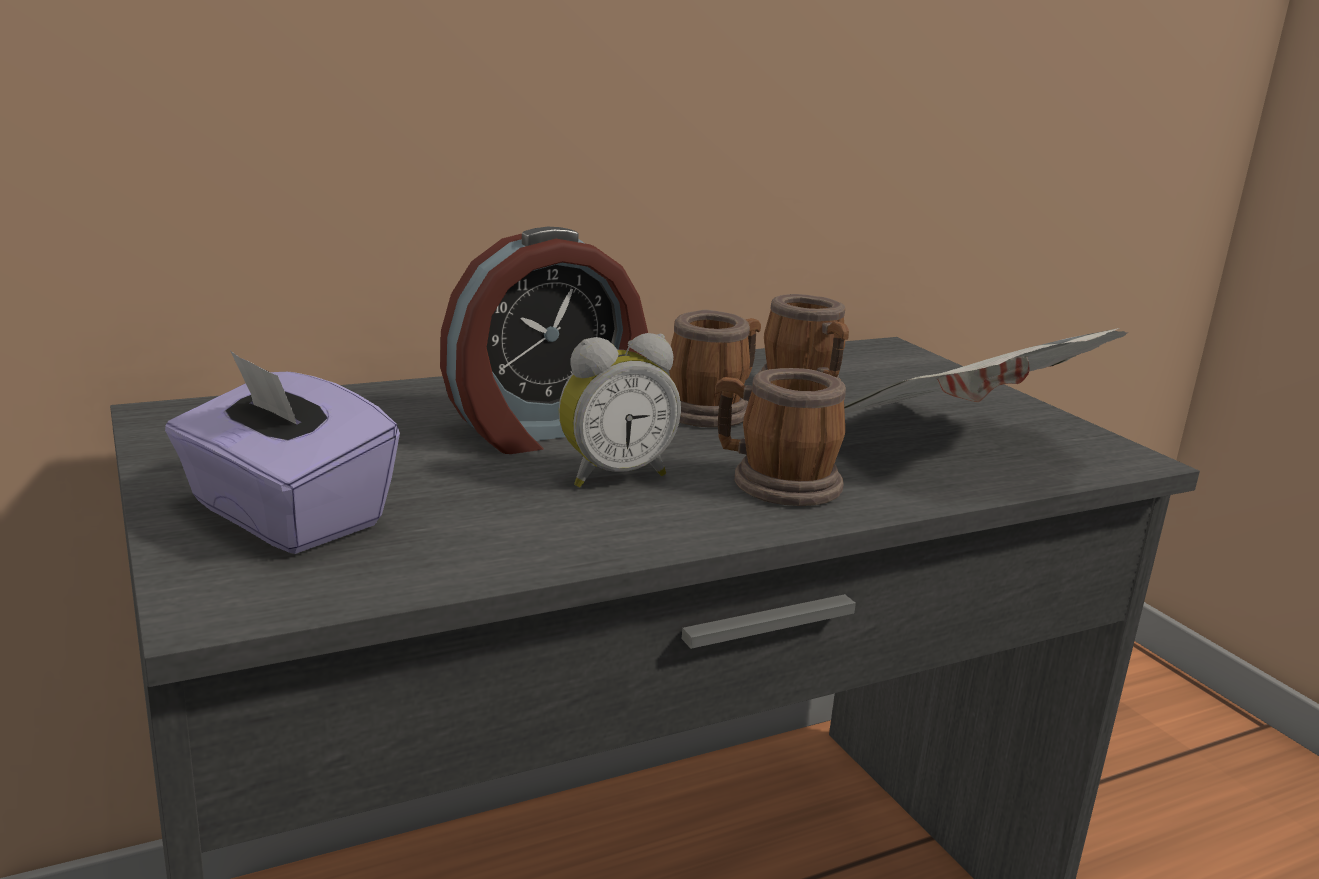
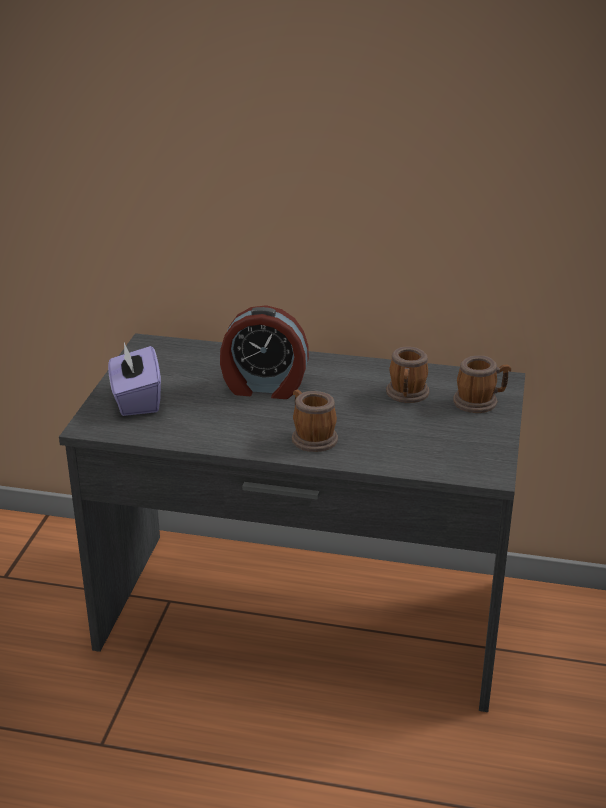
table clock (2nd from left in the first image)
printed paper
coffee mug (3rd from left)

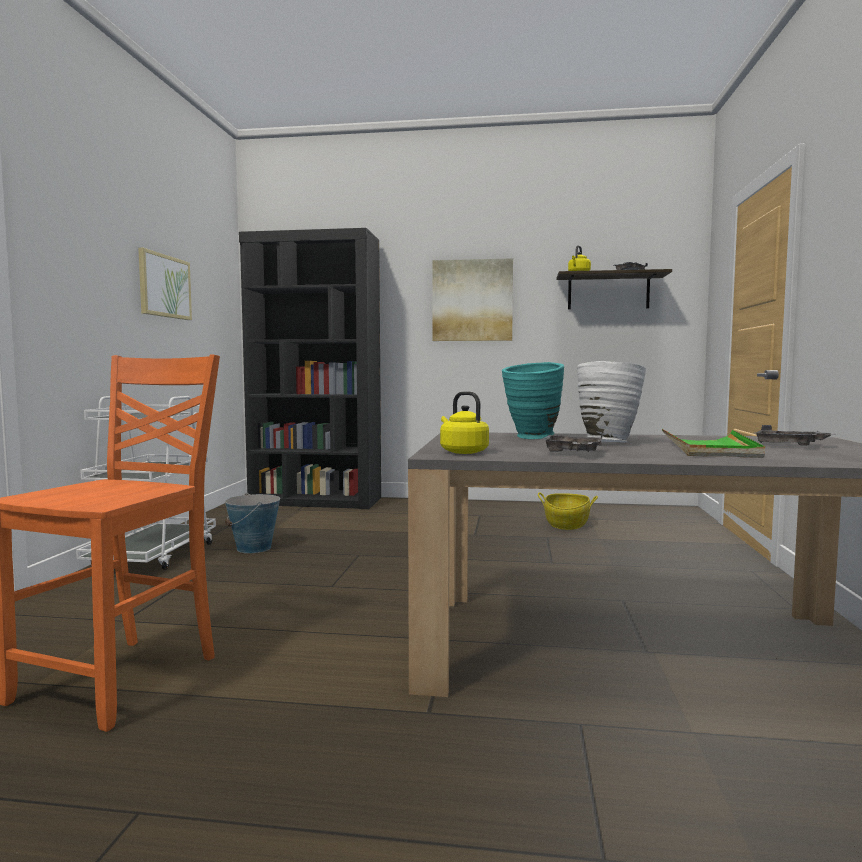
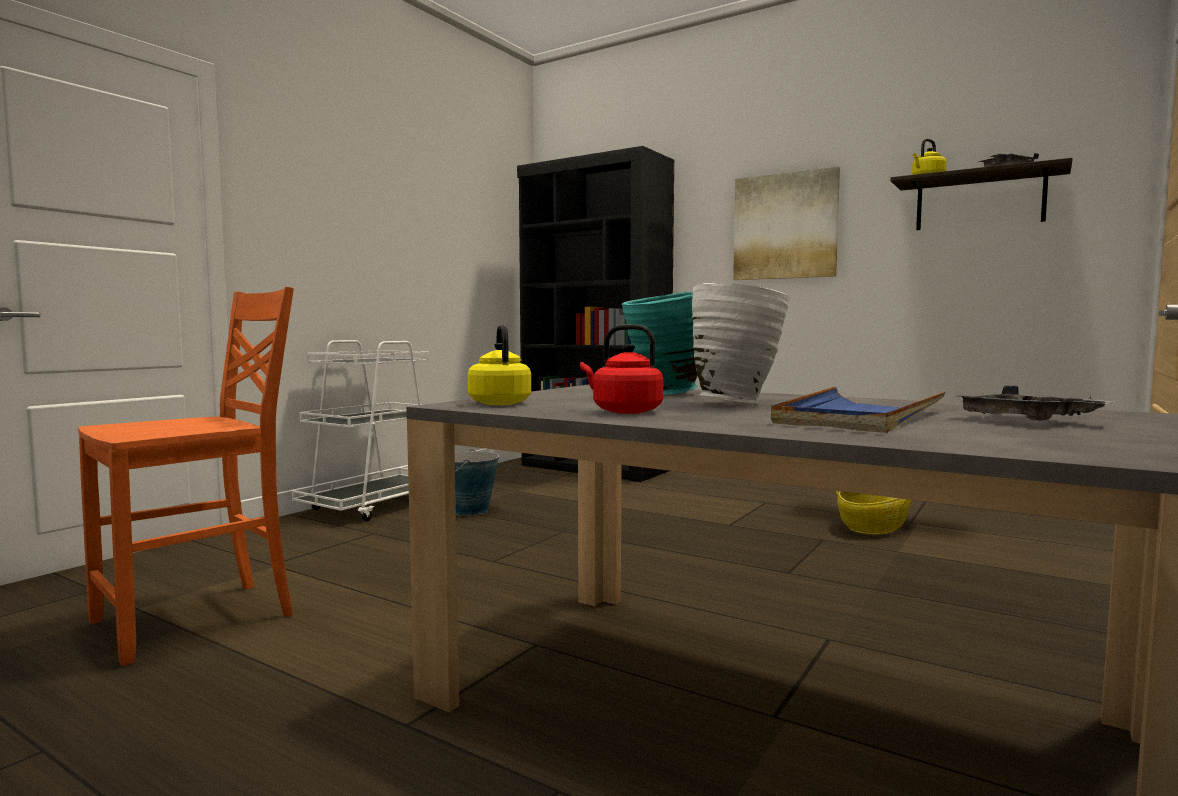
picture (1st from left in the first image)
water kettle (red-coloured)
serving tray (bluish)

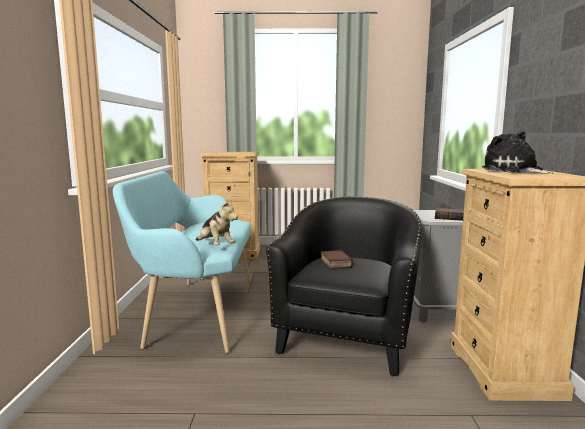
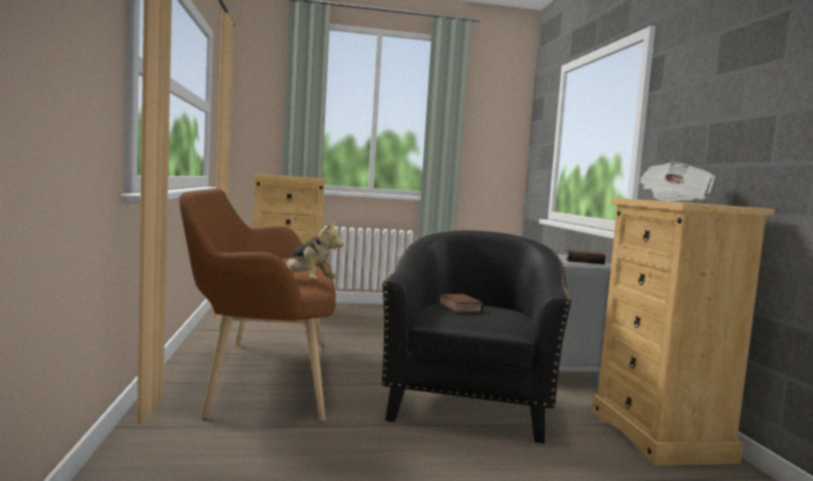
printed paper
long seat (brown-coloured)

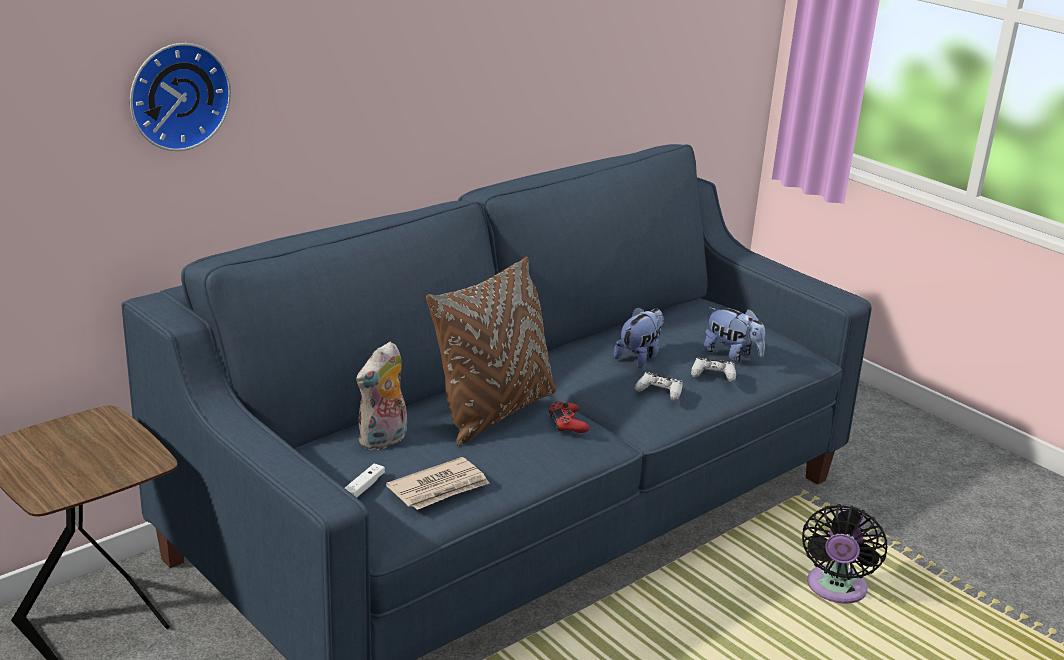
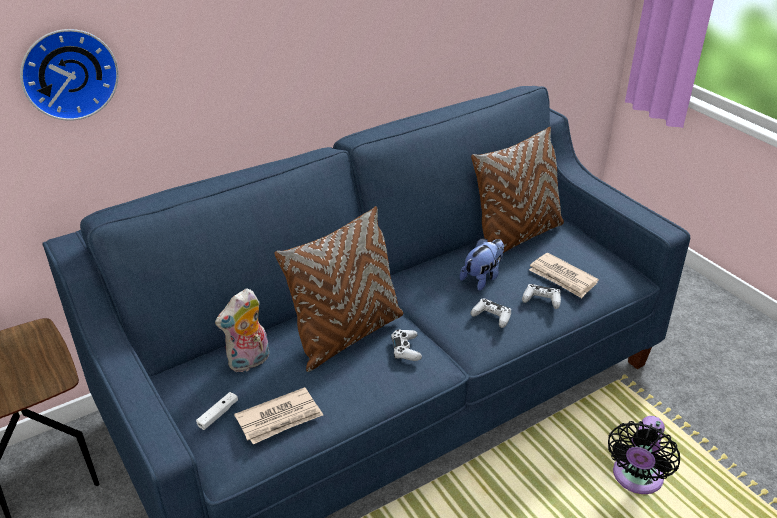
cushion (brown-coloured) (2nd from left)
printed paper (2nd from left)
gamepad (white) (2nd from left)

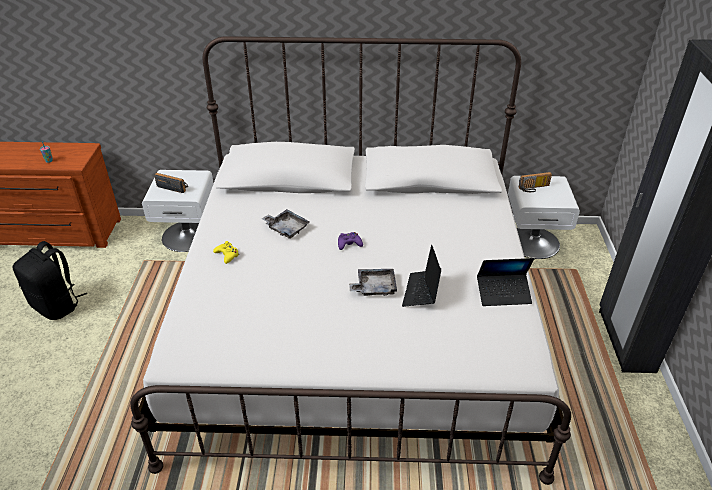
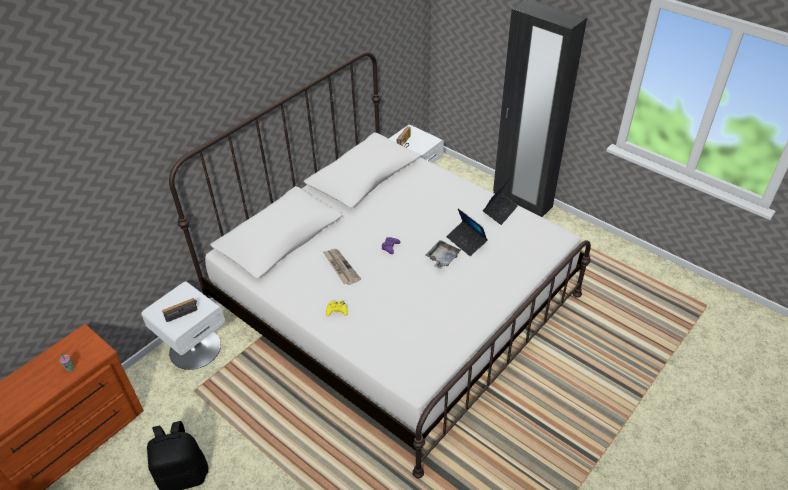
printed paper

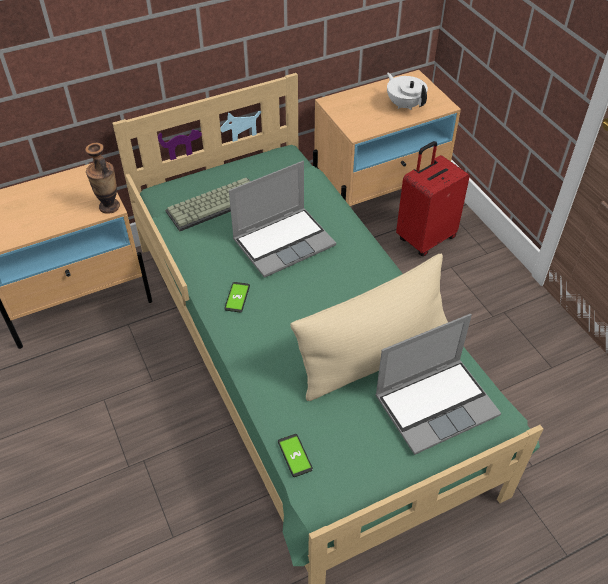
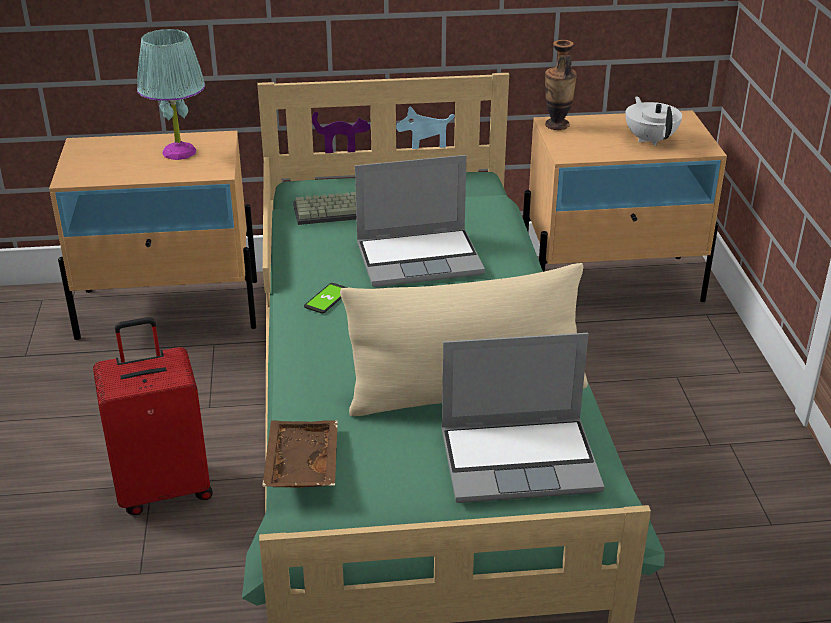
lamp for a table (turquoise-coloured)
decorative vase
travel case (red-coloured)
serving tray (brown-coloured)

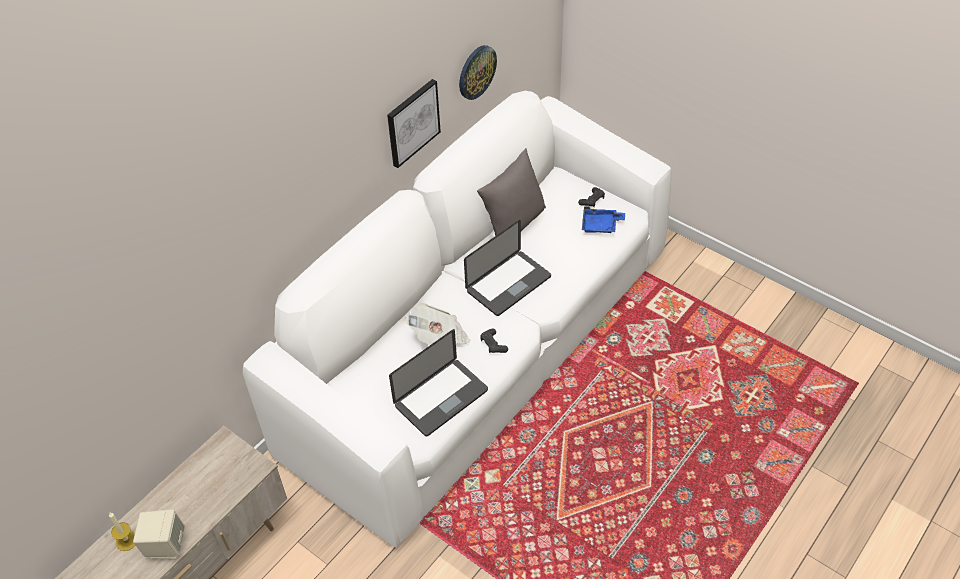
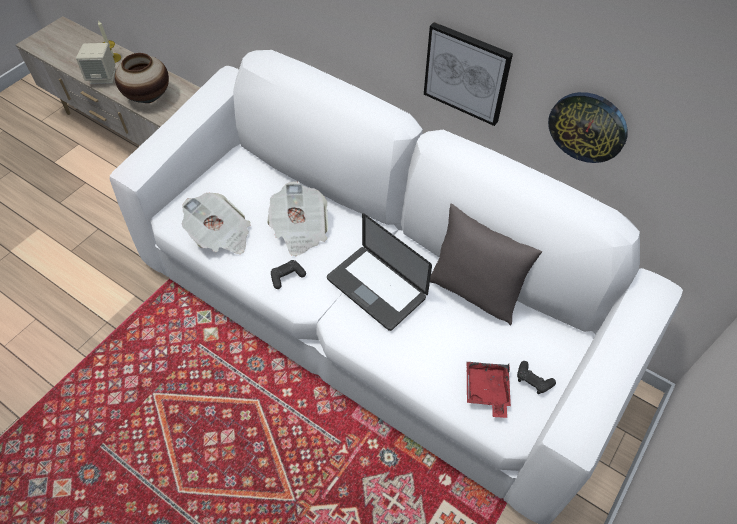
decorative vase
printed paper (1st from left)
serving tray (red-coloured)

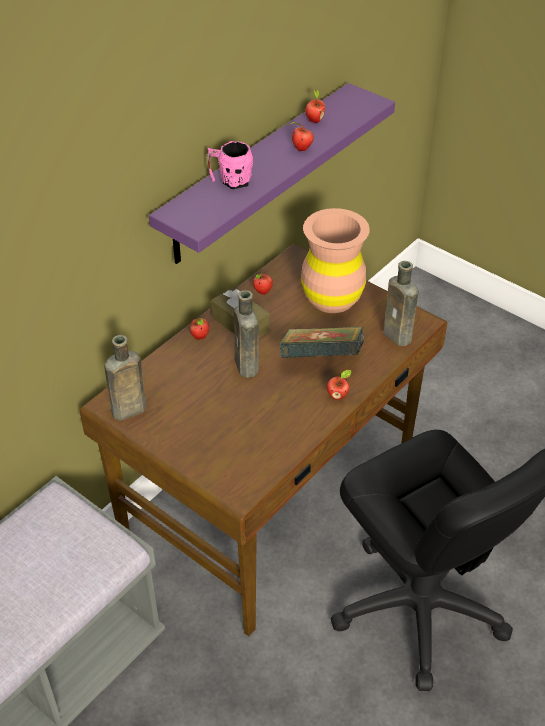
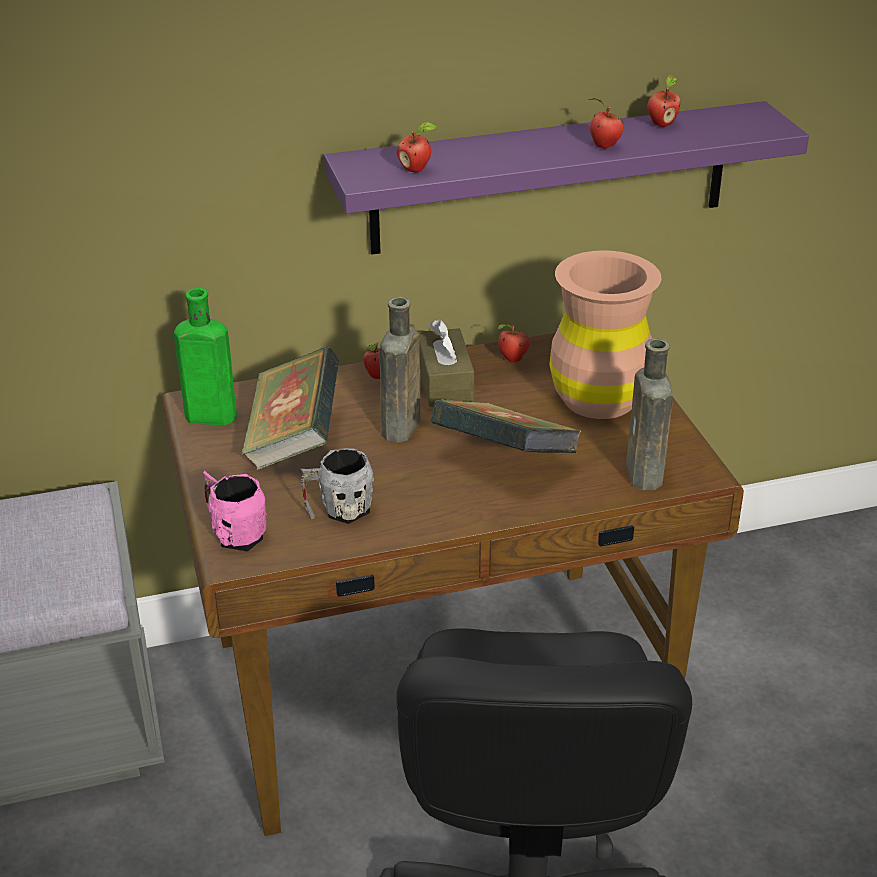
volume (1st from left)
coffee mug (grey)
coffee mug (pink-coloured)
apple fruit (2nd from left)
bottle (green)

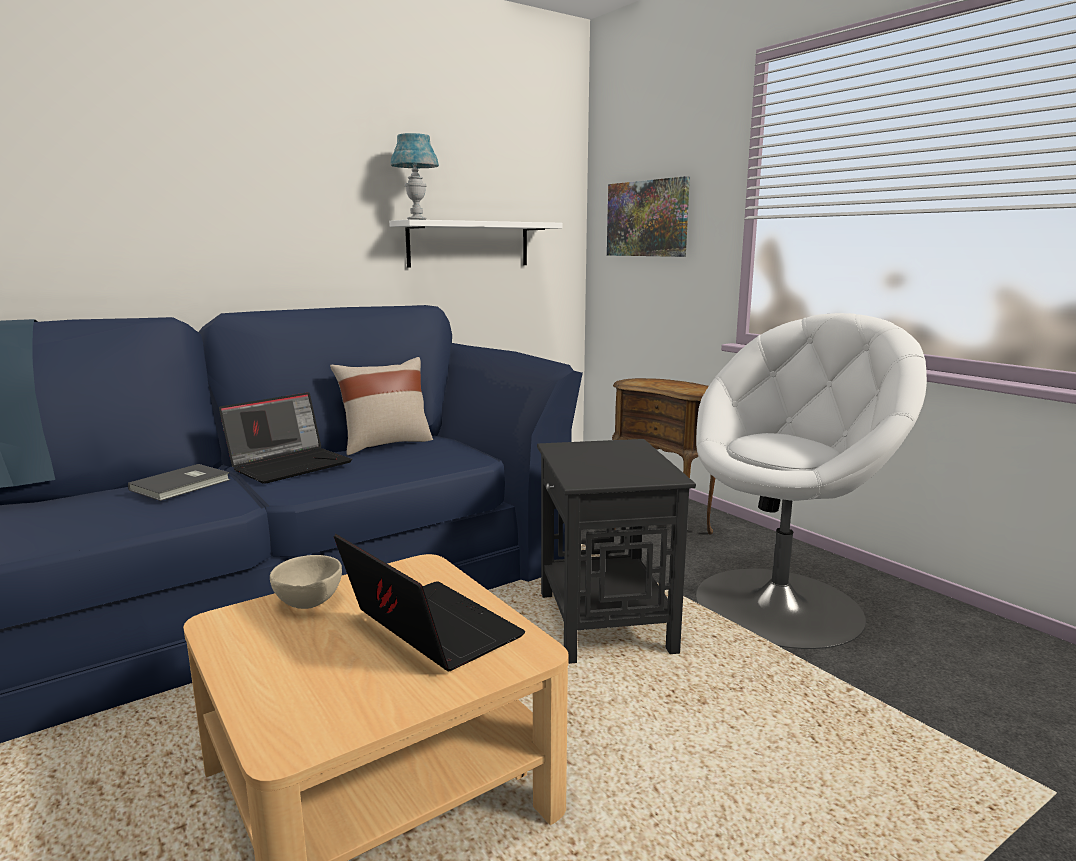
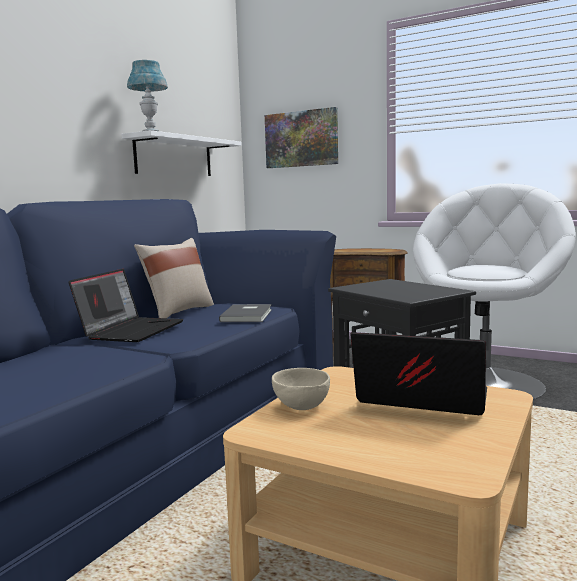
volume (grey)

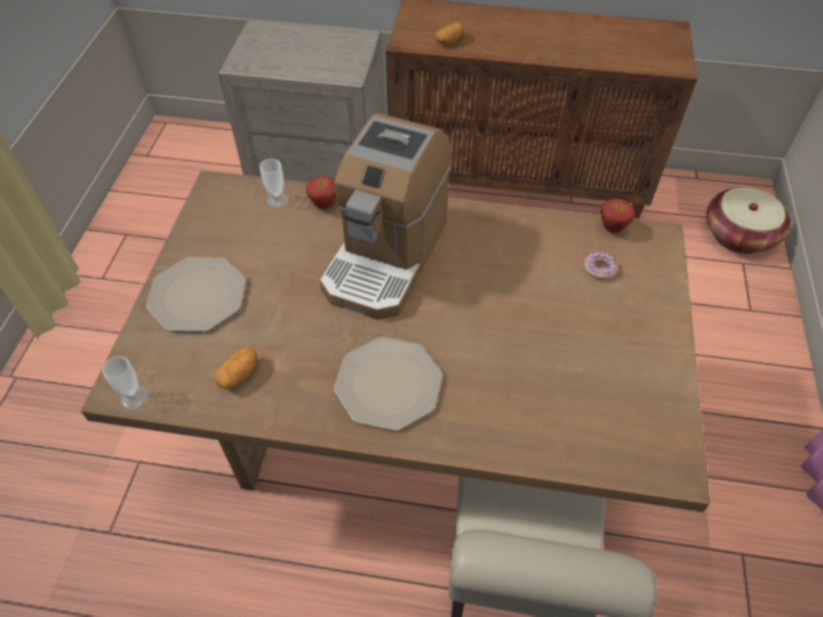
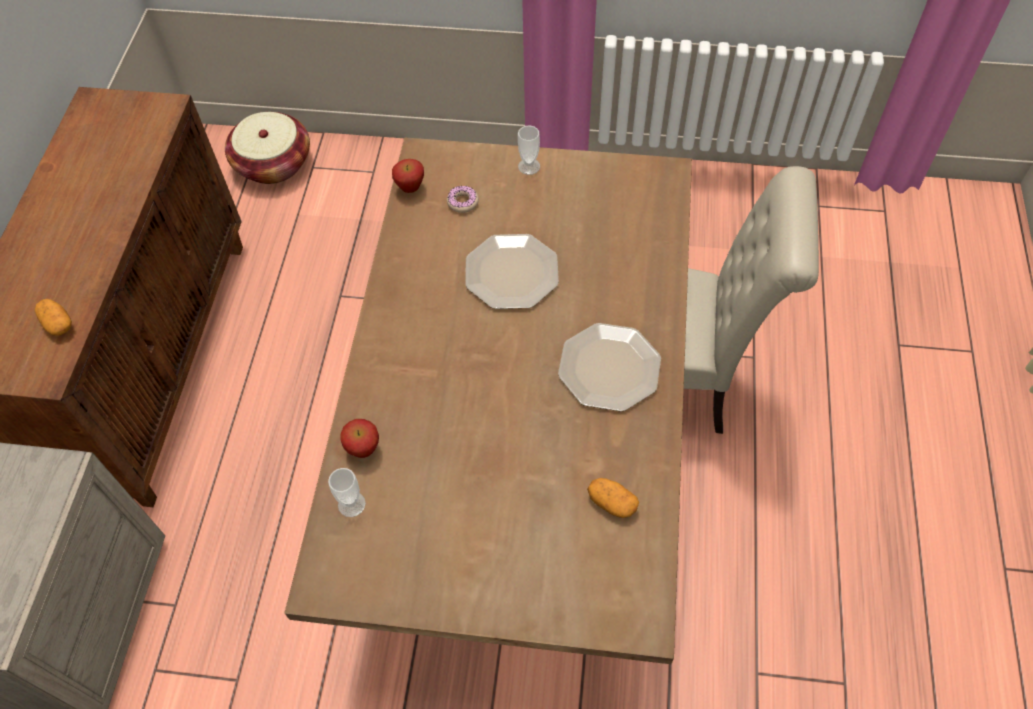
coffee brewer
drinking cup (2nd from left)
dinner plate (1st from left)

